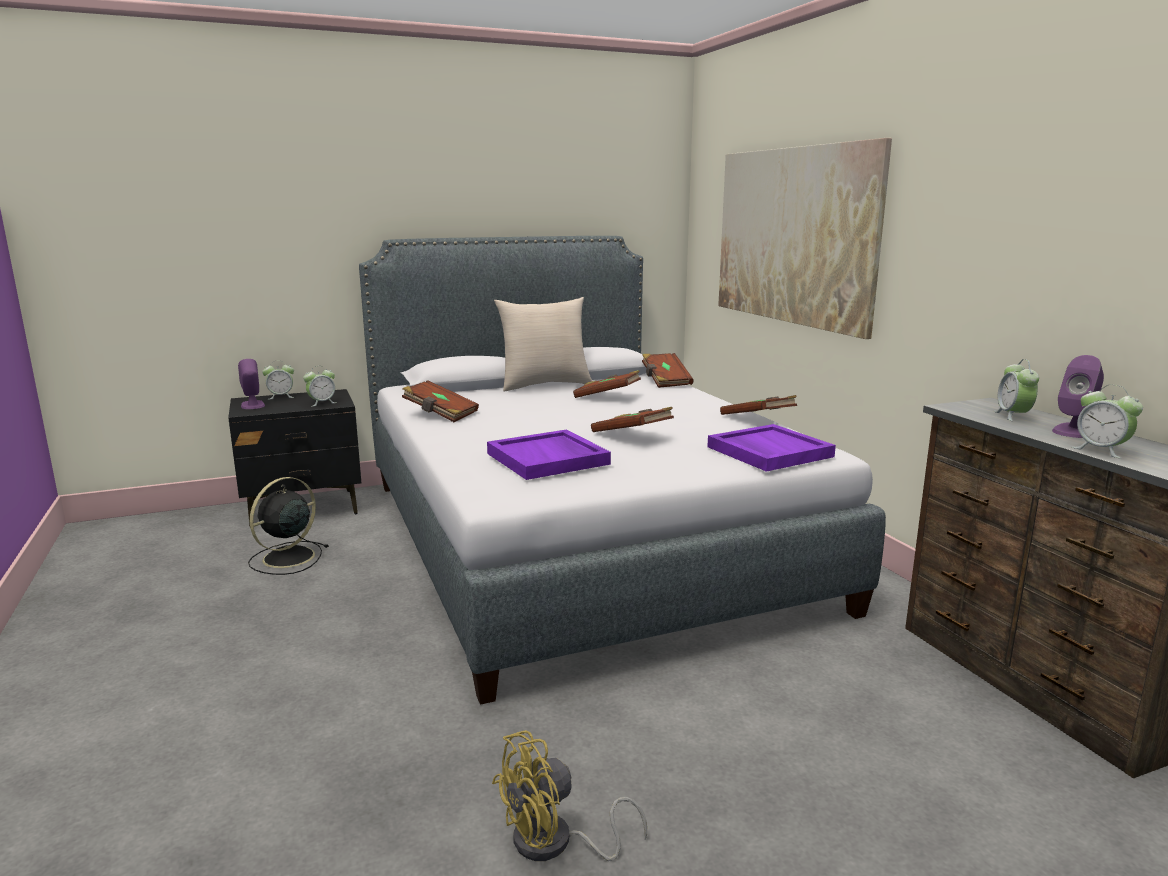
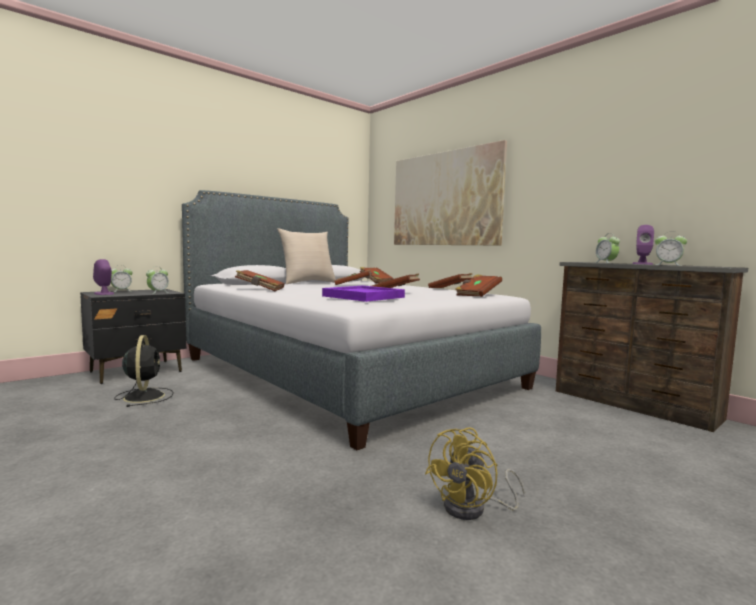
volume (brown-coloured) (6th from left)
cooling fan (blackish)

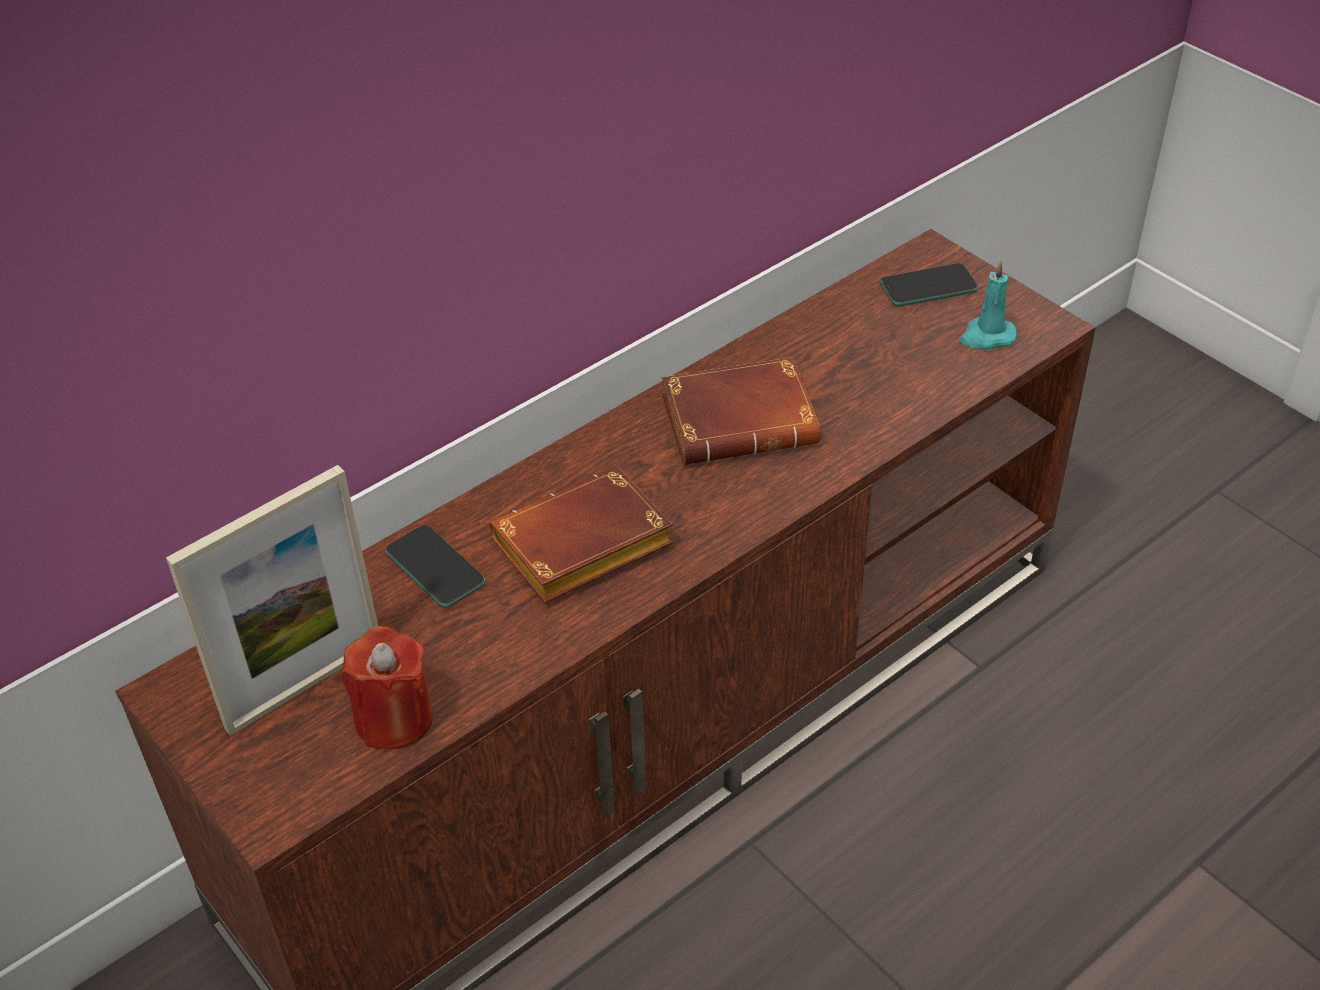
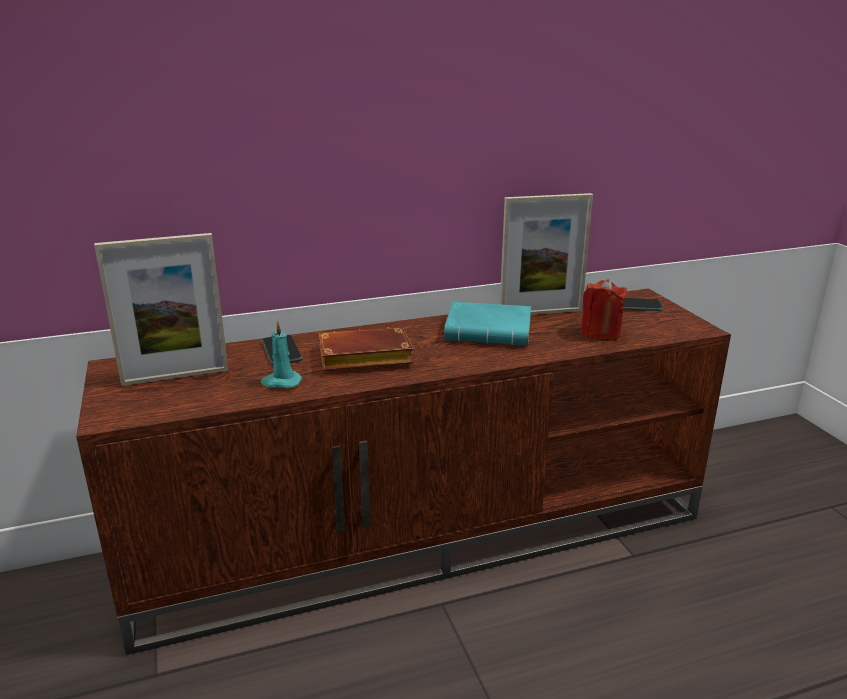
photo frame (2nd from left)
wax candle (red-coloured)
wax candle (turquoise-coloured)
volume (turquoise-coloured)

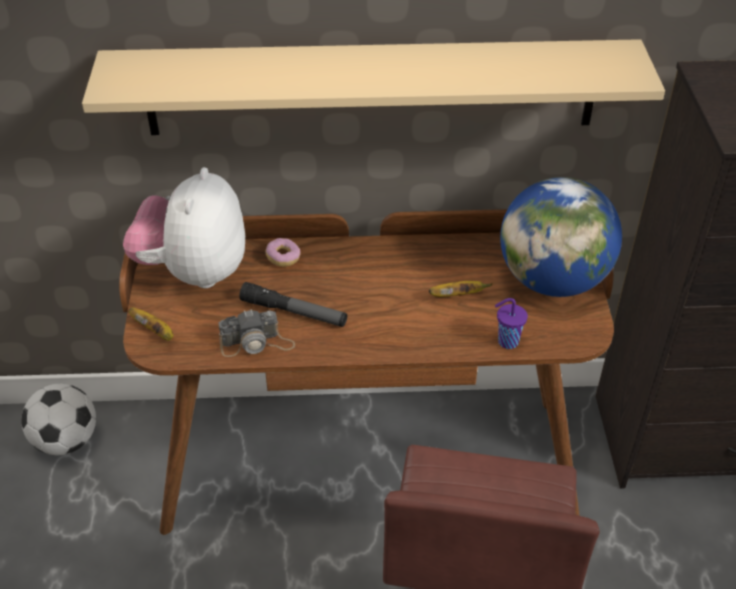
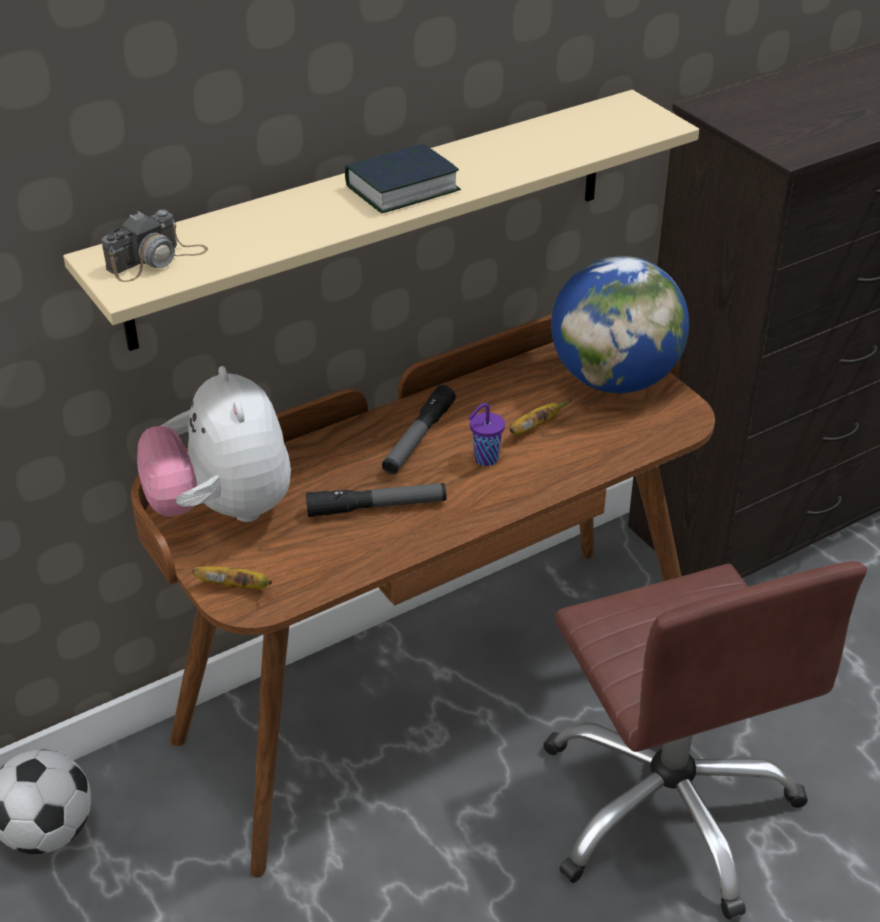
donut
volume
torch (2nd from left)
still camera
drinking cup (purple)

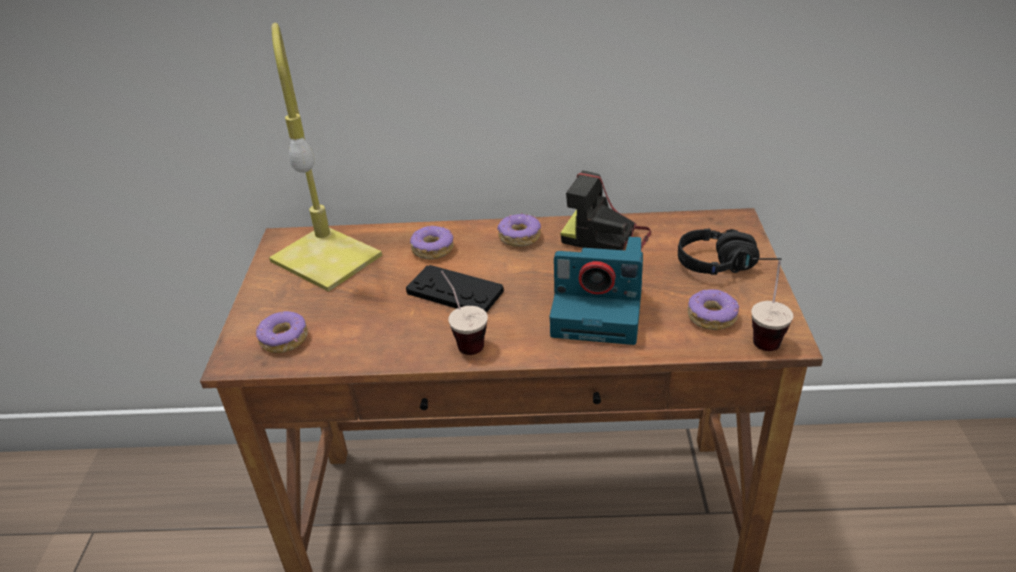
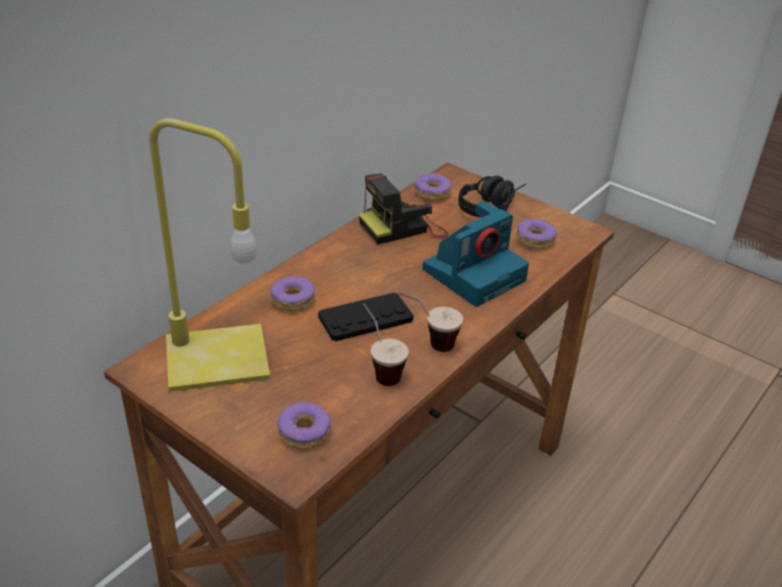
donut (3rd from left)
drinking cup (1st from left)

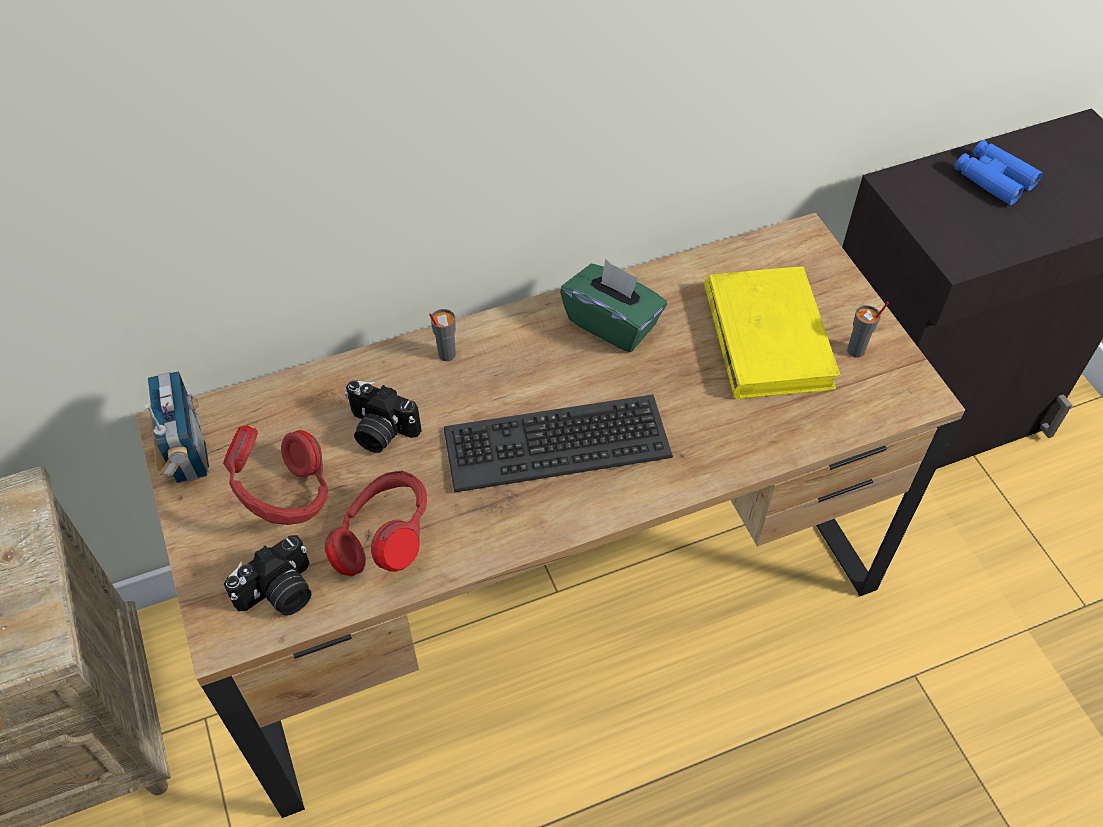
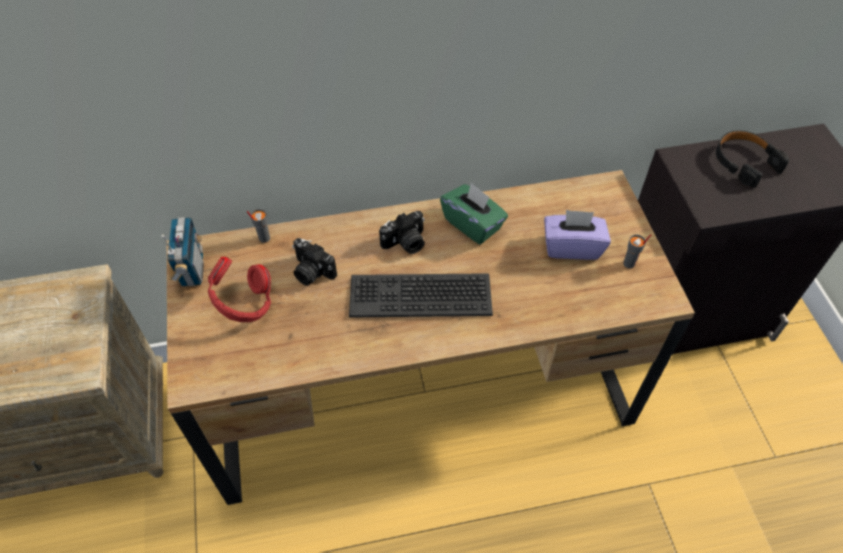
headphones (red-coloured) (2nd from left in the first image)
still camera (2nd from left)
drinking cup (grey) (1st from left)
tissue box (purple)
headphones (blackish)

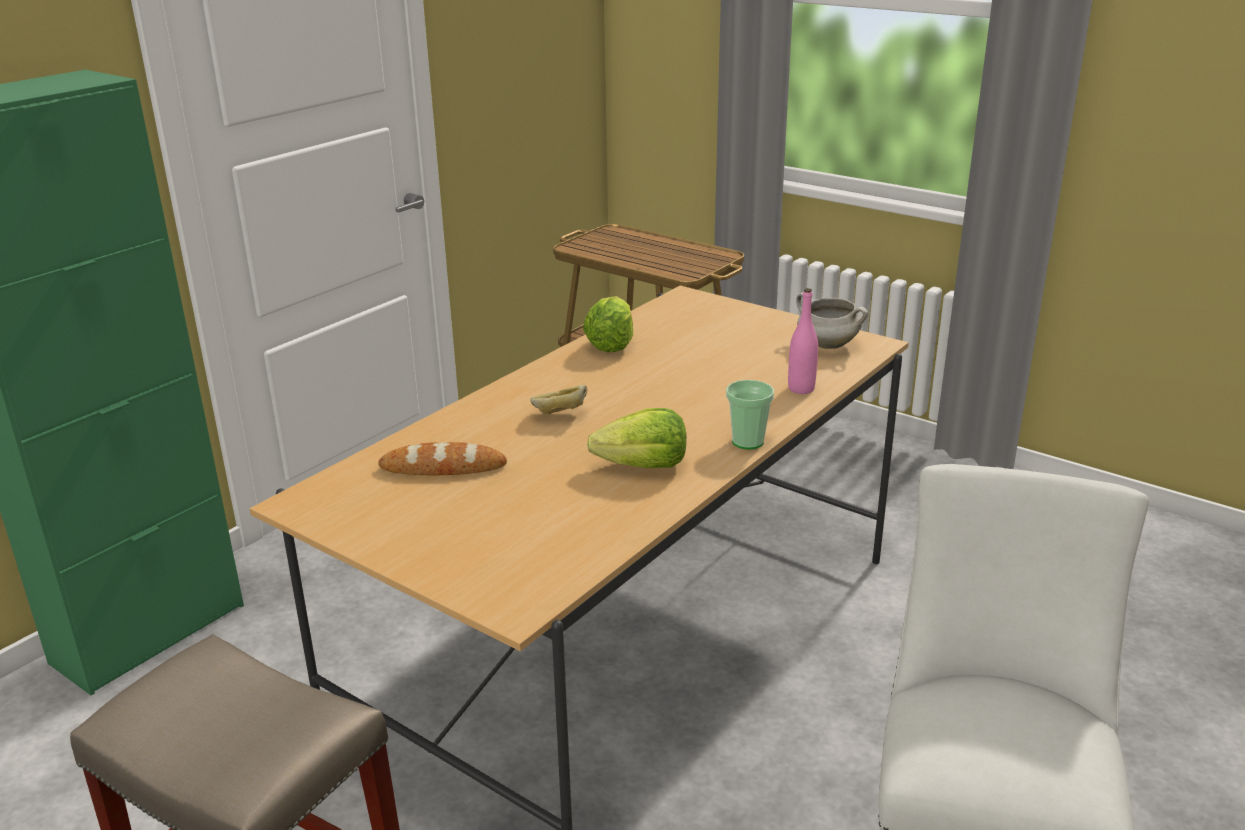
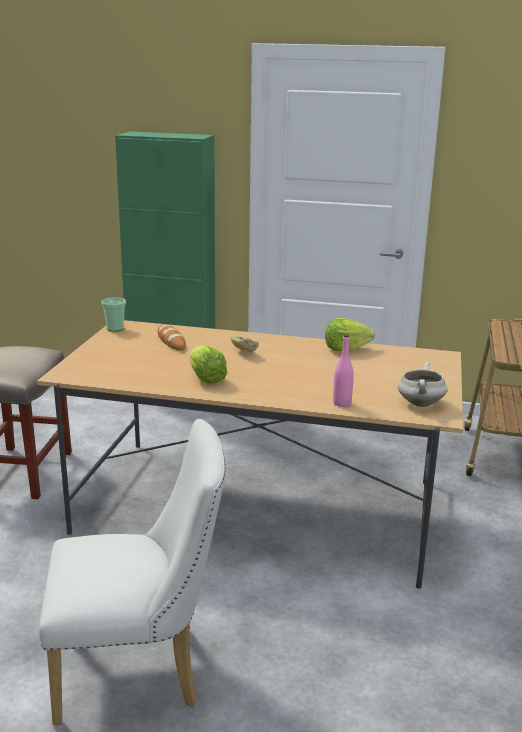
drinking cup

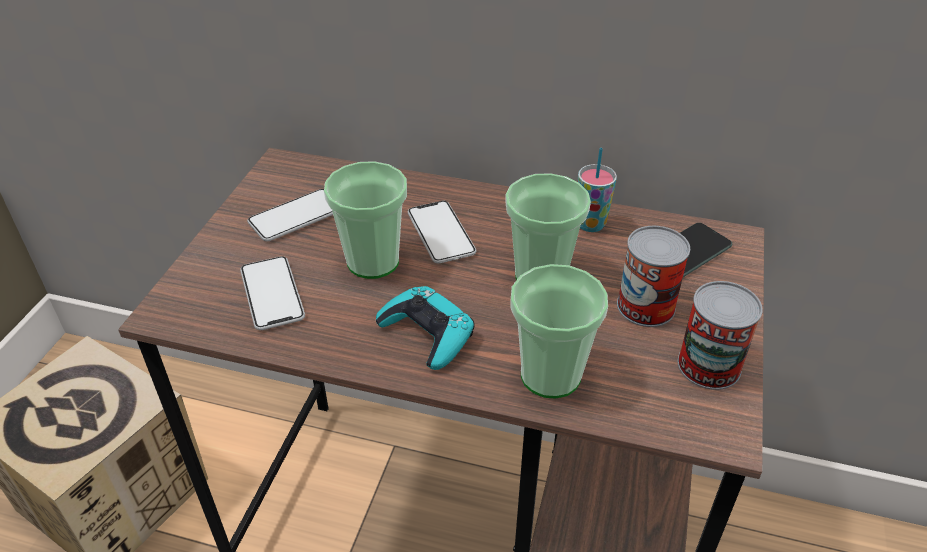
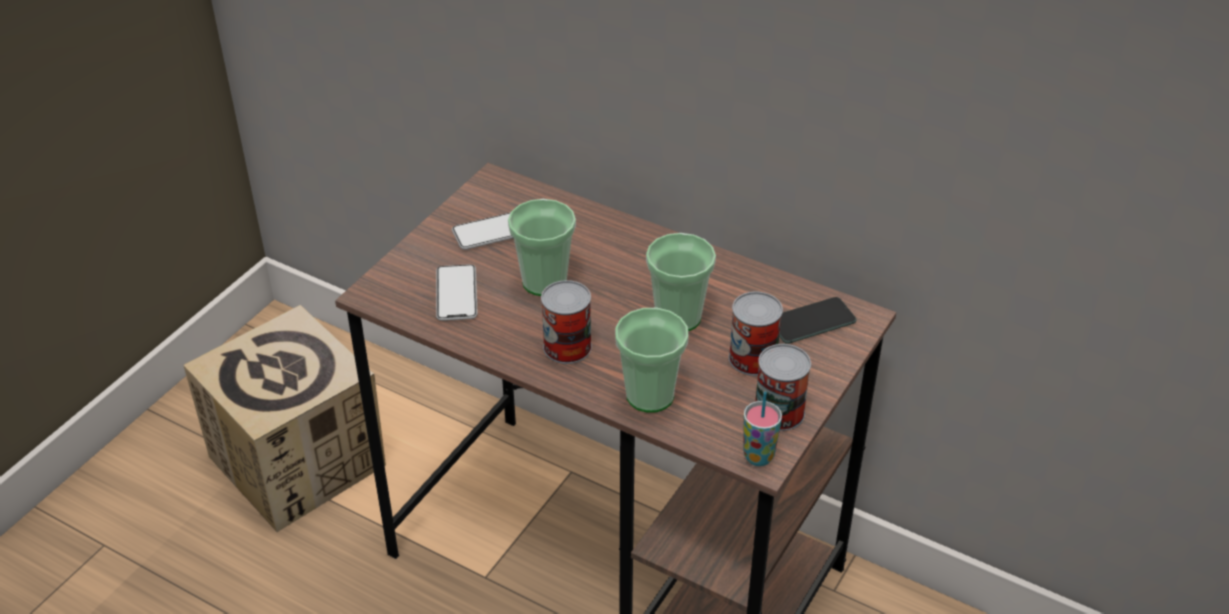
telephone (3rd from left in the first image)
drinking cup (4th from left)
can (1st from left)

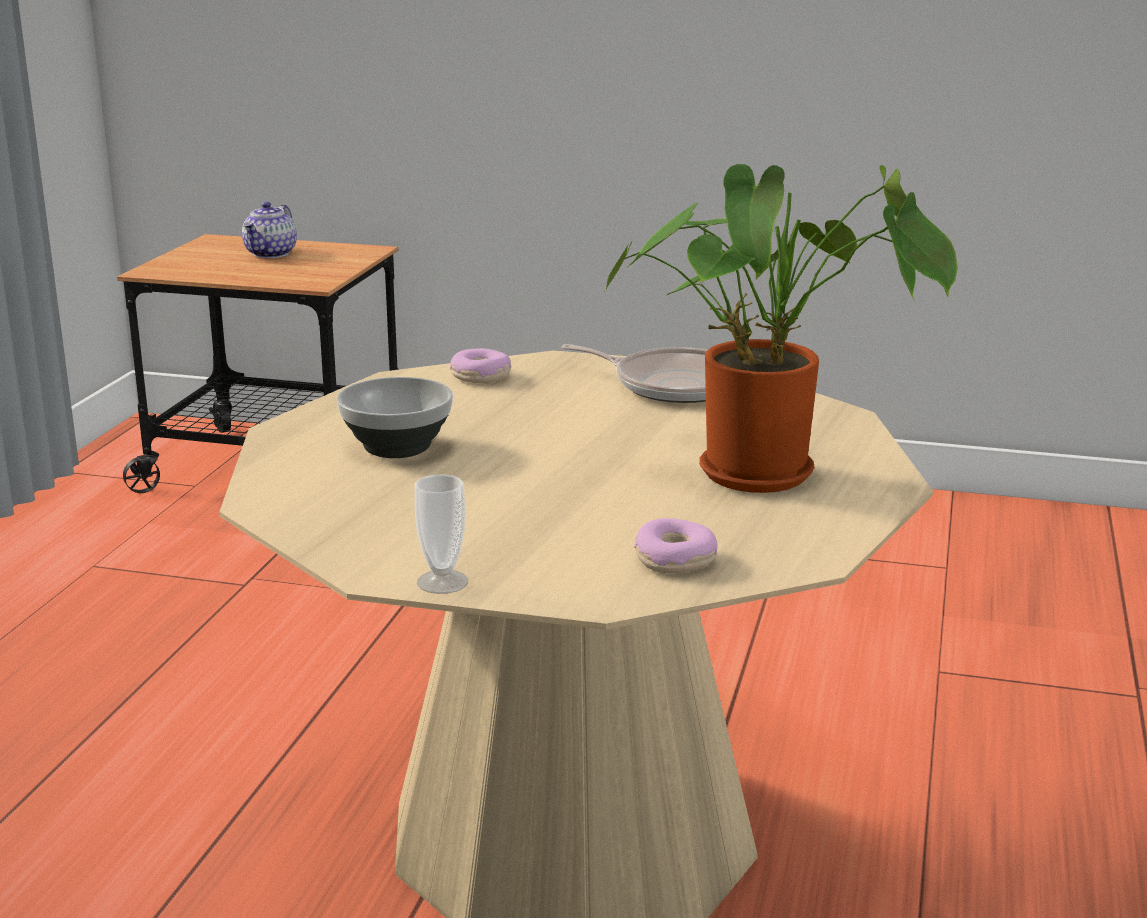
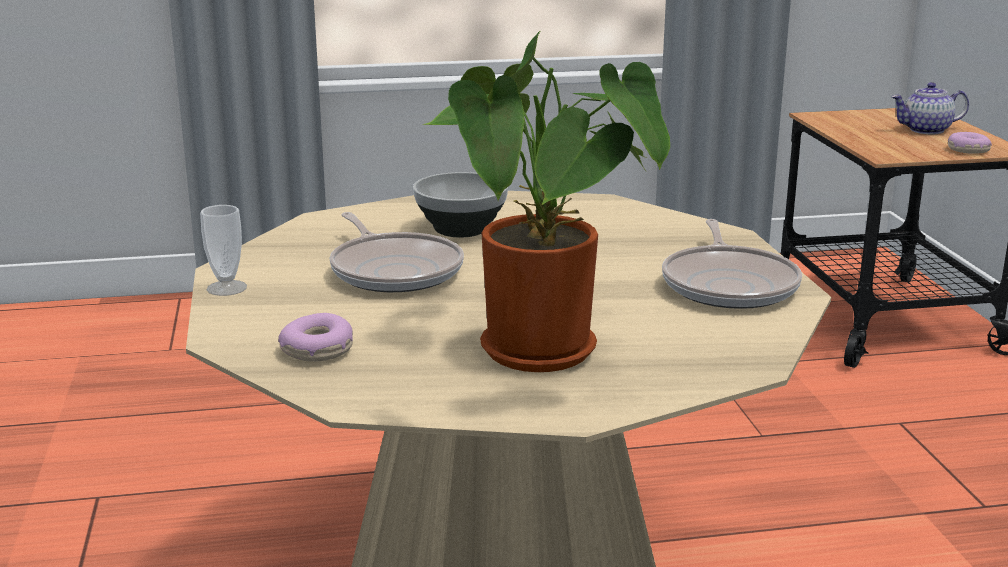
skillet (1st from left)
donut (2nd from left)

